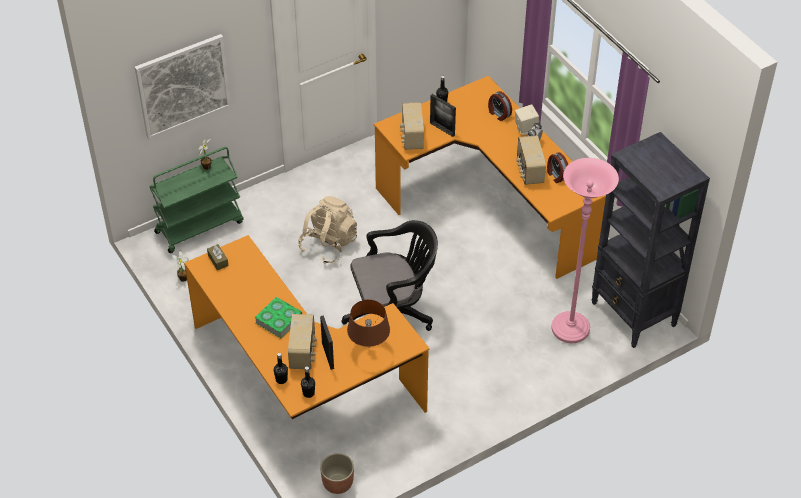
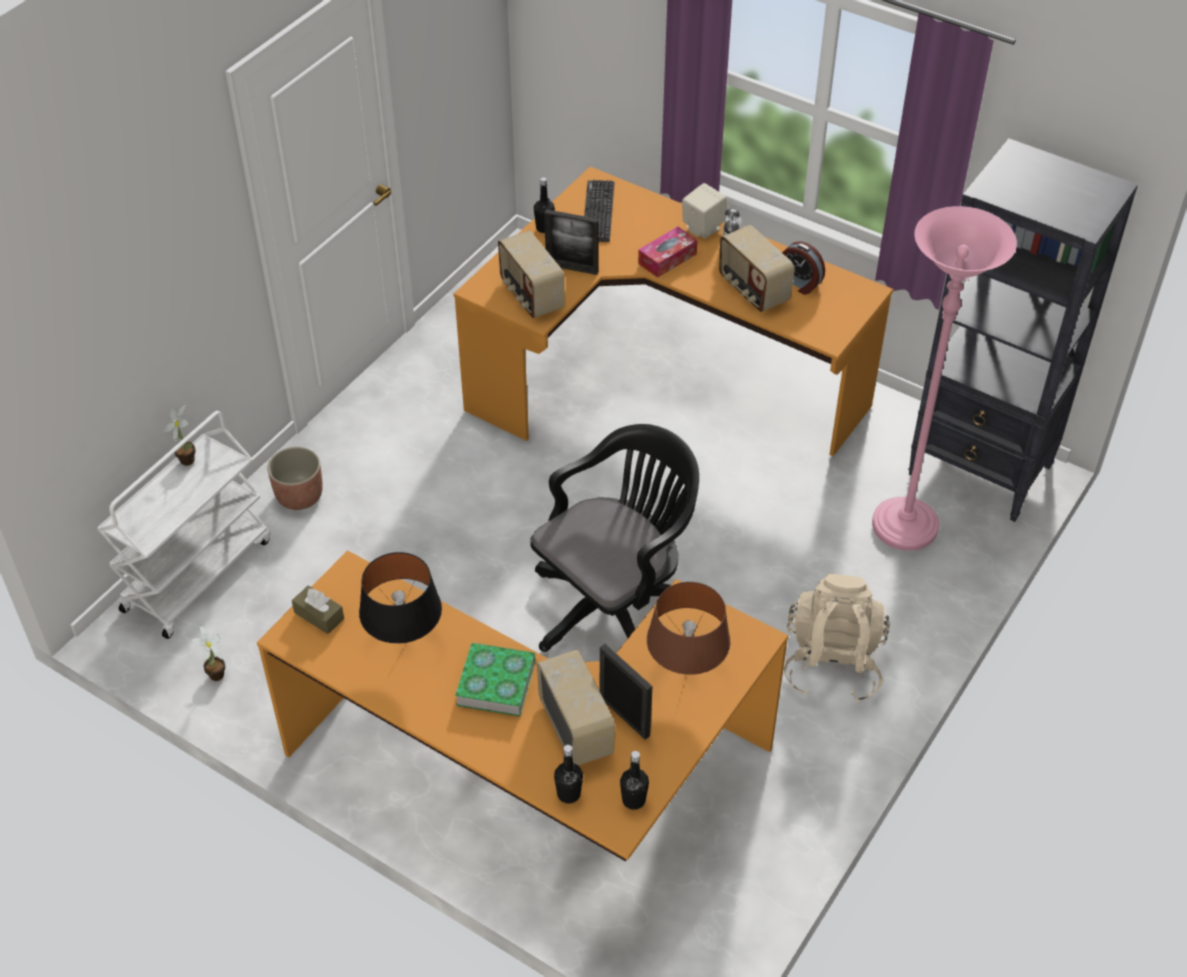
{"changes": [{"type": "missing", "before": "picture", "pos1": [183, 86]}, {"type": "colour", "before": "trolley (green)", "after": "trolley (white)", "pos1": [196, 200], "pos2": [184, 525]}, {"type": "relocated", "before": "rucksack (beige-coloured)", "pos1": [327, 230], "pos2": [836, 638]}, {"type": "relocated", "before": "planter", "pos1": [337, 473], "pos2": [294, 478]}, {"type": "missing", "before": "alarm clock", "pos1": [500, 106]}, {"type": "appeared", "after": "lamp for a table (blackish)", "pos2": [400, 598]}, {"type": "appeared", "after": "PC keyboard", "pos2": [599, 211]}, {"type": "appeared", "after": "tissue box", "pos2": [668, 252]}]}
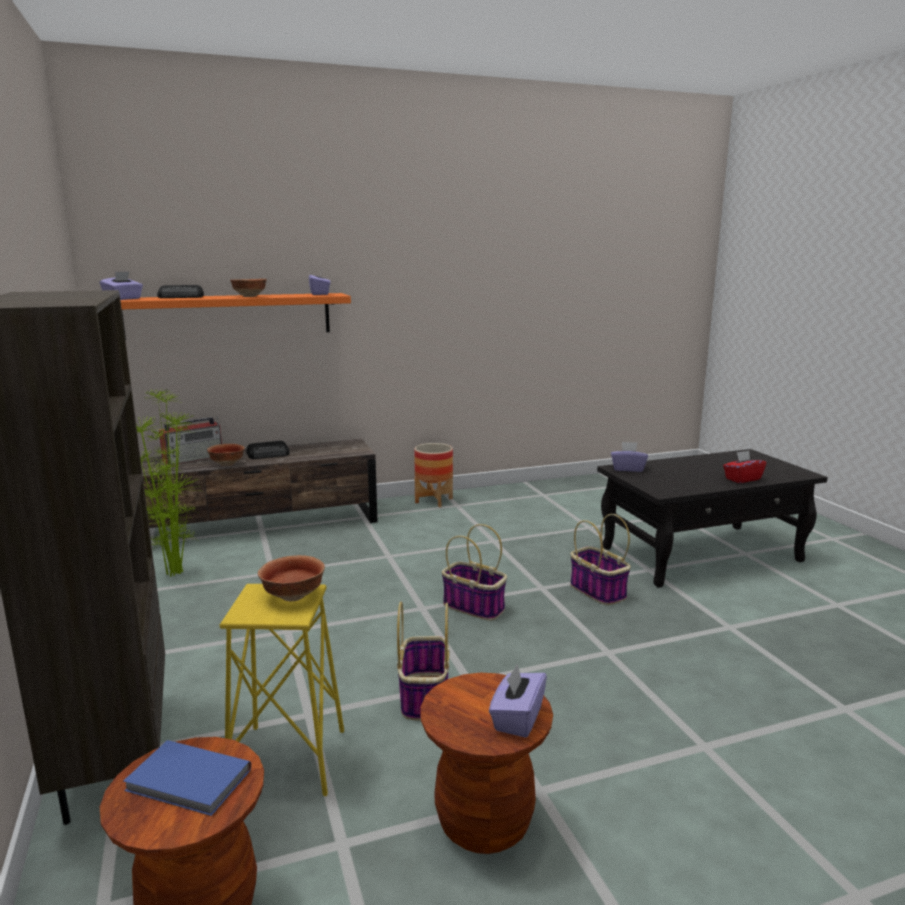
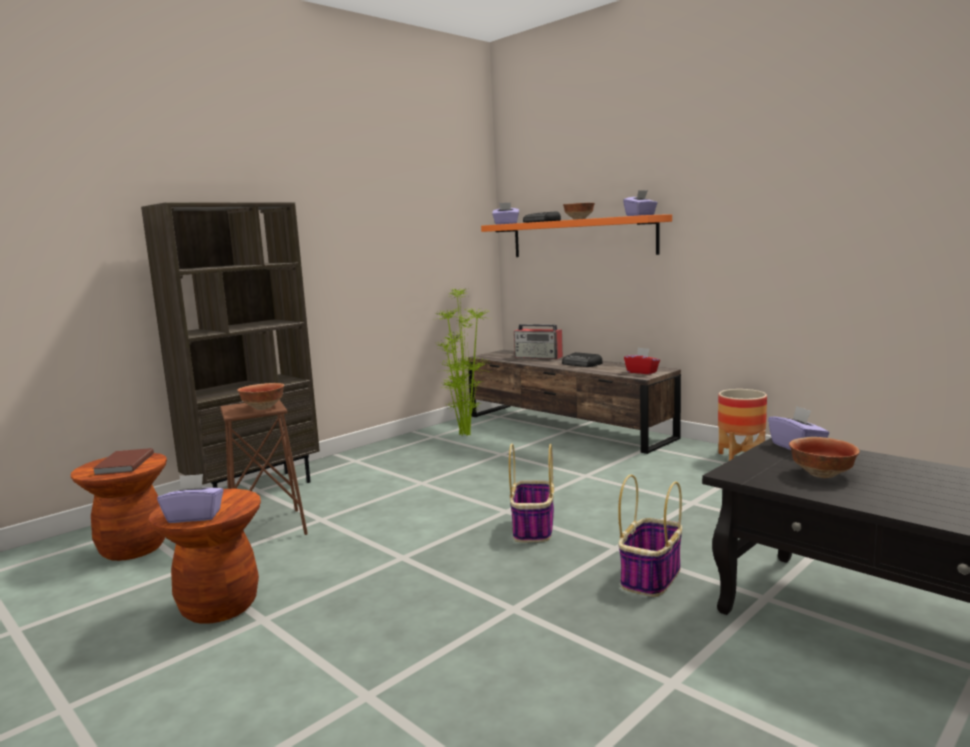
{"changes": [{"type": "colour", "before": "book (blue)", "after": "book (brown-coloured)", "pos1": [187, 778], "pos2": [123, 461]}, {"type": "relocated", "before": "serving bowl", "pos1": [226, 455], "pos2": [824, 457]}, {"type": "colour", "before": "stool seat (yellow-coloured)", "after": "stool seat (brown-coloured)", "pos1": [282, 690], "pos2": [264, 467]}, {"type": "missing", "before": "household basket", "pos1": [423, 661]}, {"type": "relocated", "before": "tissue box (reddish)", "pos1": [744, 467], "pos2": [642, 361]}]}
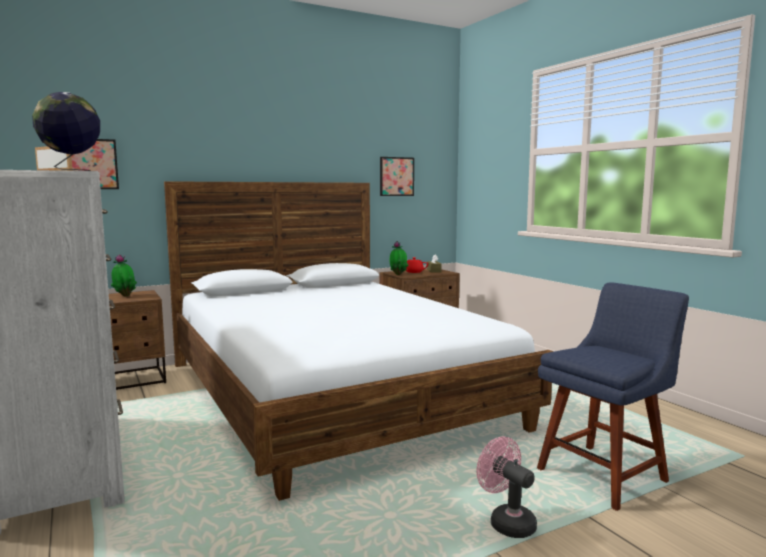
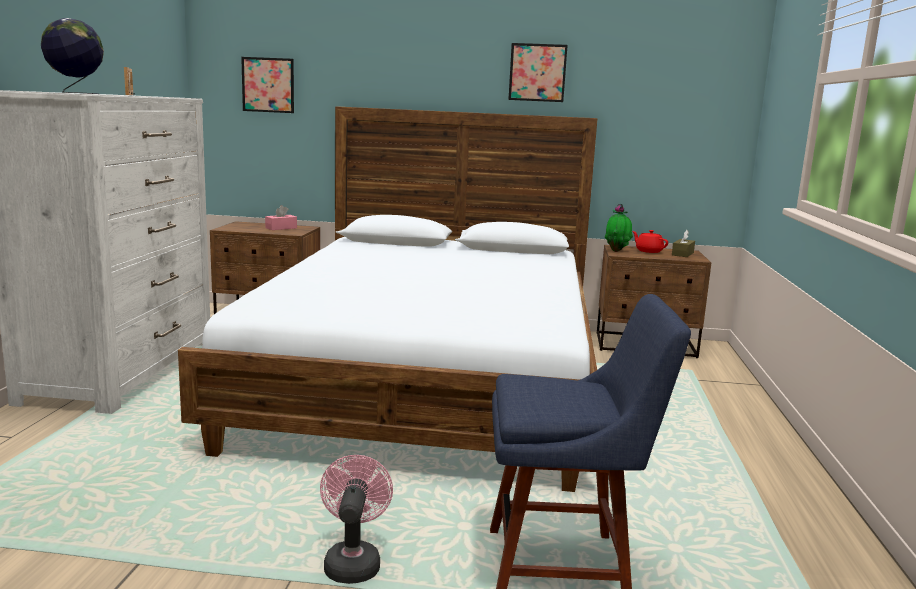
{"changes": [{"type": "exchanged", "before": "houseplant", "after": "tissue box (pink-coloured)", "pos1": [124, 275], "pos2": [281, 217]}, {"type": "relocated", "before": "picture", "pos1": [397, 176], "pos2": [538, 72]}]}
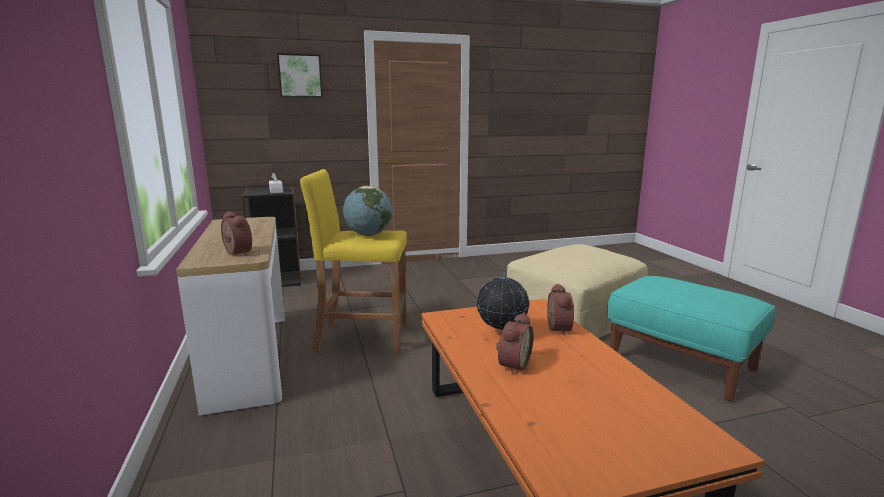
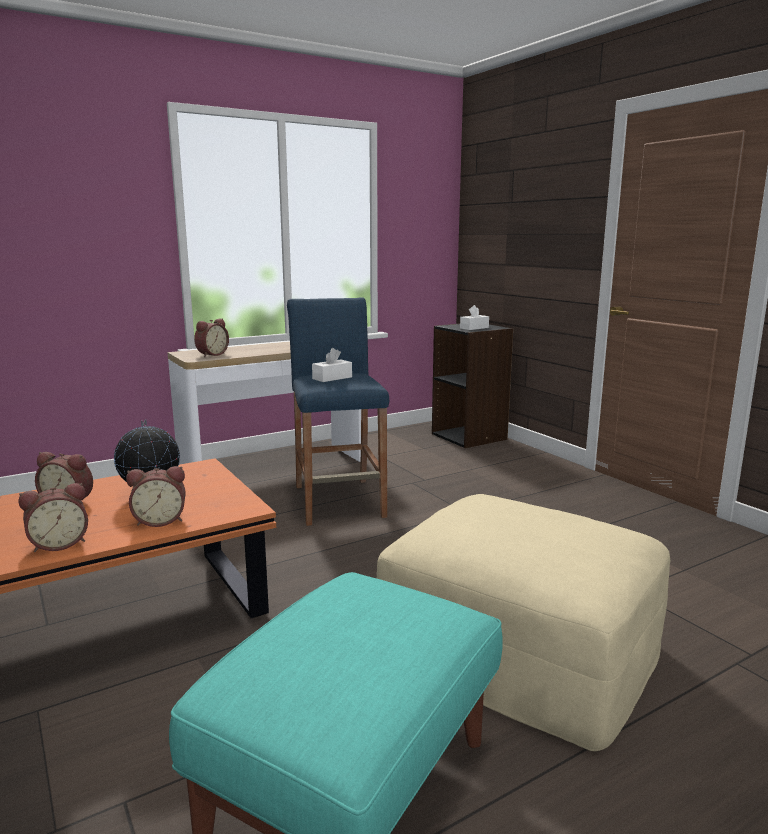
{"changes": [{"type": "missing", "before": "picture", "pos1": [300, 75]}, {"type": "colour", "before": "stool seat (yellow-coloured)", "after": "stool seat (blue)", "pos1": [353, 261], "pos2": [338, 411]}, {"type": "exchanged", "before": "desk globe", "after": "tissue box (white)", "pos1": [368, 211], "pos2": [332, 365]}, {"type": "appeared", "after": "alarm clock", "pos2": [53, 517]}]}
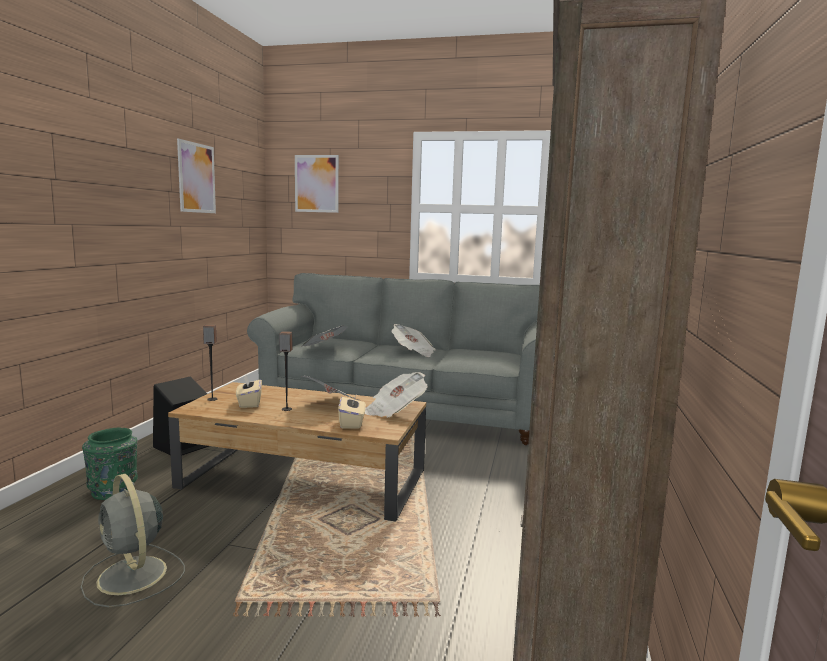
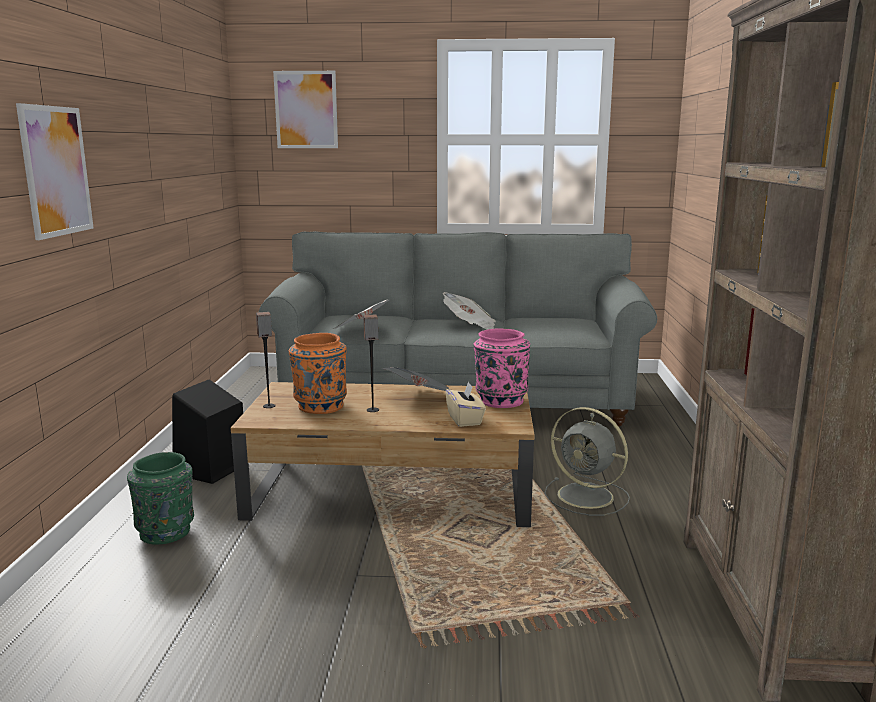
{"changes": [{"type": "relocated", "before": "fan (greyish)", "pos1": [133, 540], "pos2": [587, 461]}, {"type": "relocated", "before": "picture", "pos1": [196, 176], "pos2": [55, 171]}, {"type": "exchanged", "before": "tissue box (beige-coloured)", "after": "decorative vase (orangey)", "pos1": [249, 391], "pos2": [318, 373]}, {"type": "exchanged", "before": "daily paper", "after": "decorative vase (pink-coloured)", "pos1": [396, 395], "pos2": [502, 368]}]}
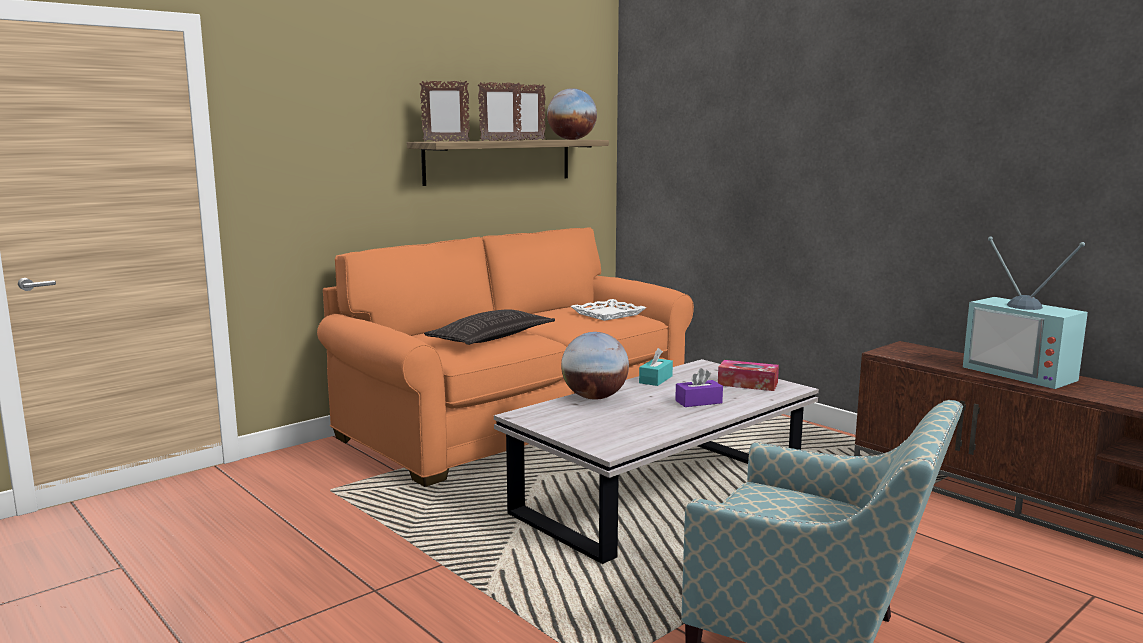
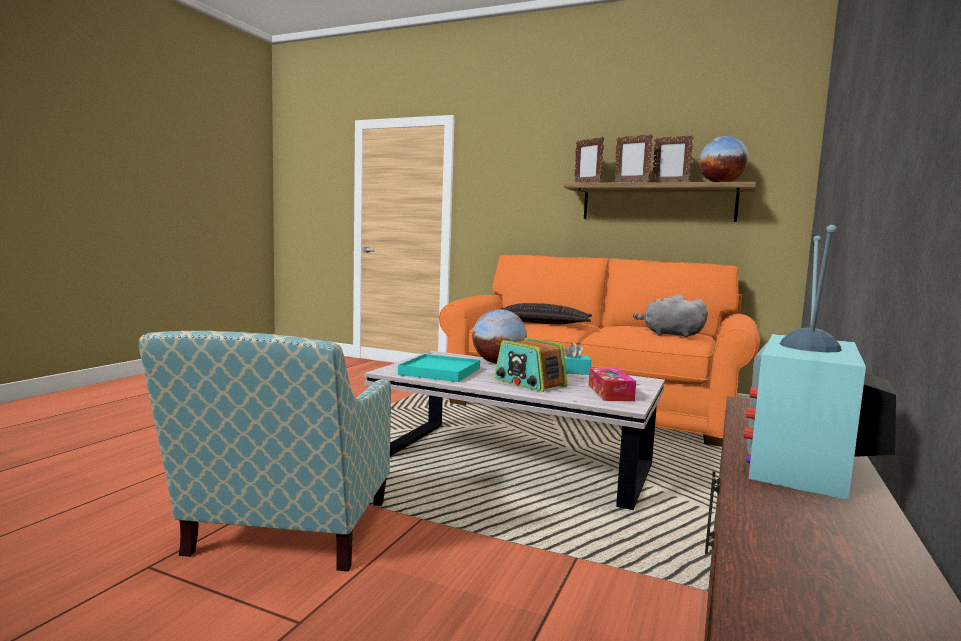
{"changes": [{"type": "exchanged", "before": "tray (white)", "after": "plush toy (greyish)", "pos1": [608, 310], "pos2": [670, 316]}, {"type": "exchanged", "before": "tissue box (purple-coloured)", "after": "radio", "pos1": [699, 387], "pos2": [530, 364]}, {"type": "appeared", "after": "tray (turquoise)", "pos2": [439, 368]}]}
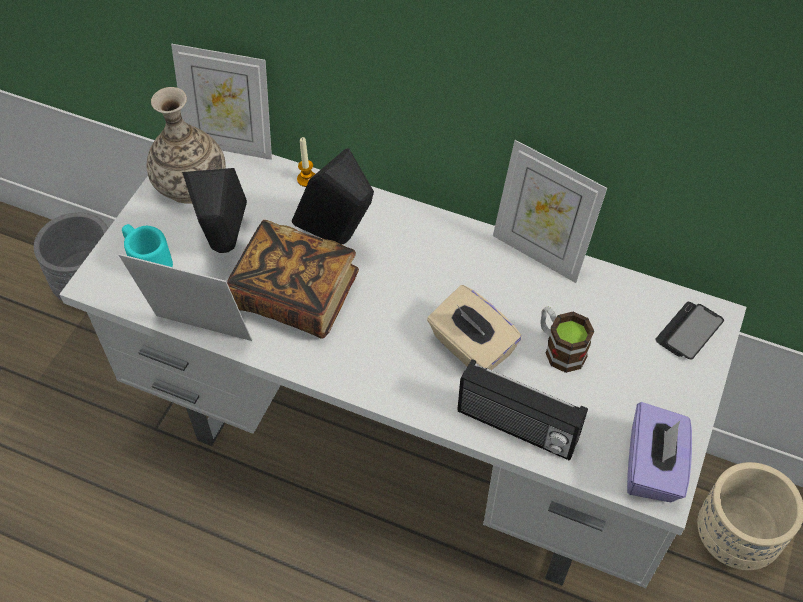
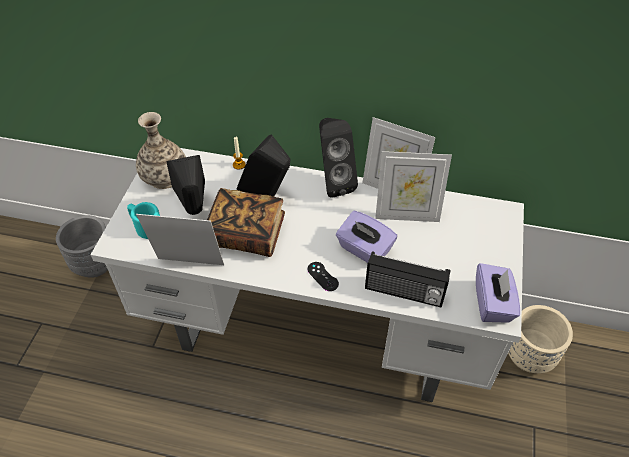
{"changes": [{"type": "relocated", "before": "photo frame", "pos1": [221, 102], "pos2": [413, 186]}, {"type": "colour", "before": "tissue box (beige-coloured)", "after": "tissue box (purple-coloured)", "pos1": [474, 327], "pos2": [366, 237]}, {"type": "missing", "before": "coffee mug", "pos1": [567, 339]}, {"type": "missing", "before": "telephone", "pos1": [689, 330]}, {"type": "appeared", "after": "gamepad (blackish)", "pos2": [323, 276]}, {"type": "appeared", "after": "loudspeaker (blackish)", "pos2": [338, 158]}]}
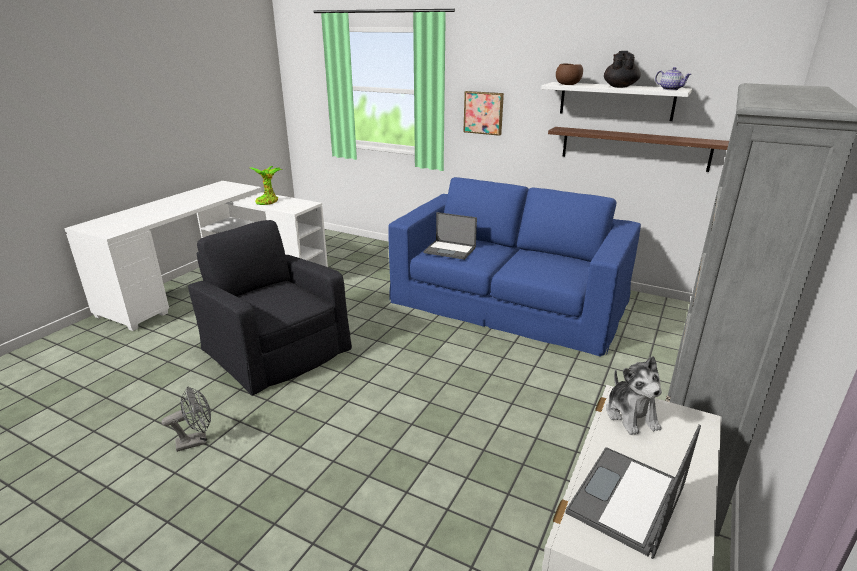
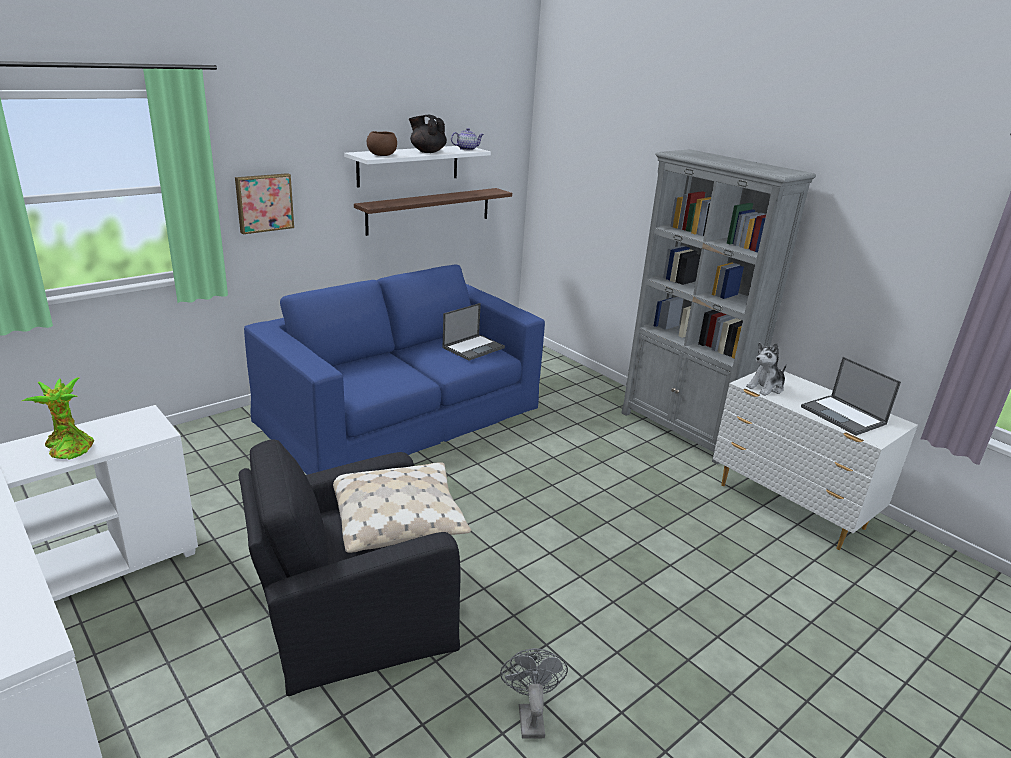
{"changes": [{"type": "relocated", "before": "portable computer", "pos1": [450, 236], "pos2": [474, 332]}, {"type": "spun", "before": "plush toy", "pos1": [634, 395], "pos2": [766, 369], "turn": 135}, {"type": "appeared", "after": "throw pillow (beige-coloured)", "pos2": [402, 507]}]}
